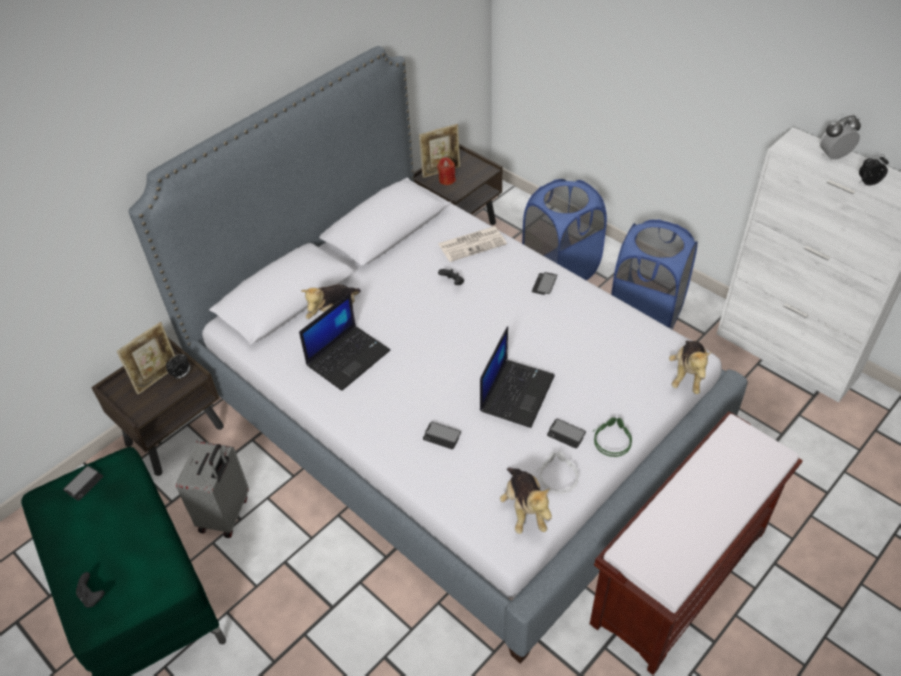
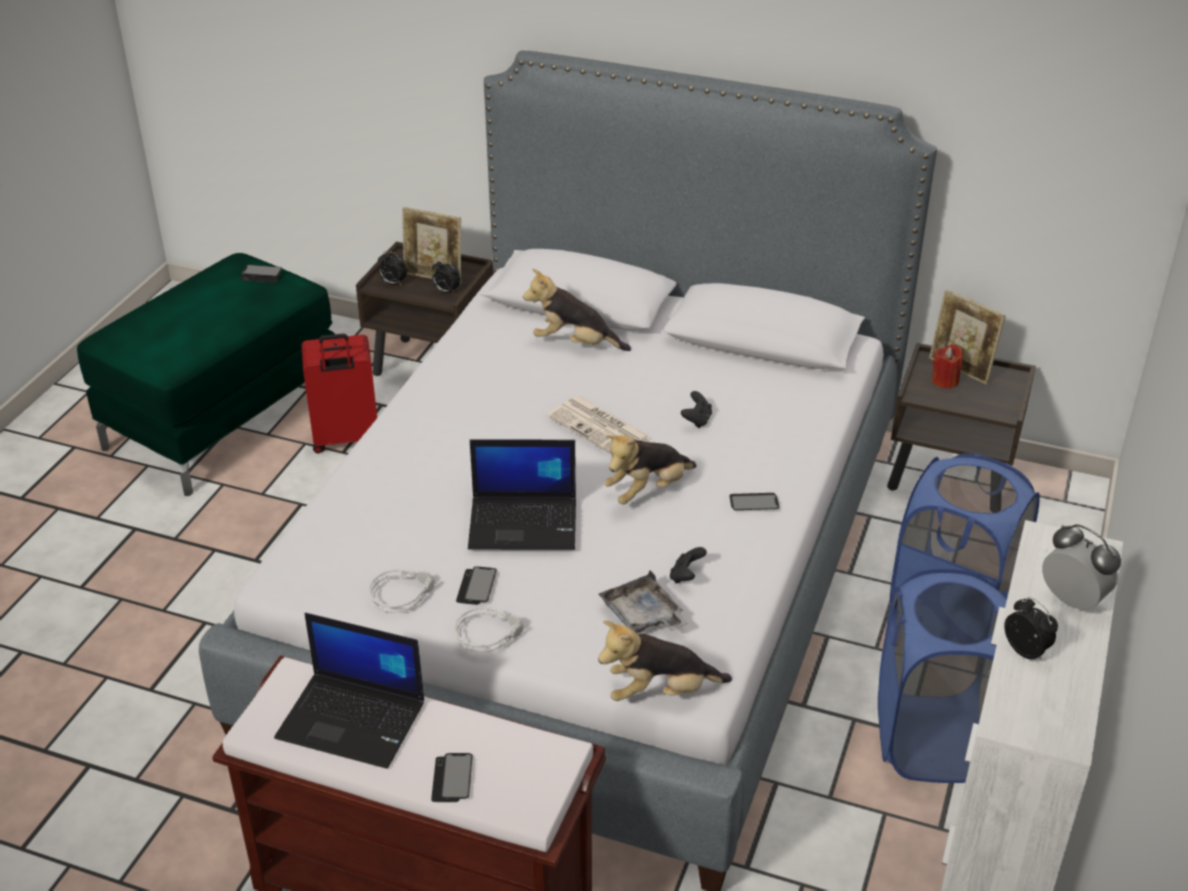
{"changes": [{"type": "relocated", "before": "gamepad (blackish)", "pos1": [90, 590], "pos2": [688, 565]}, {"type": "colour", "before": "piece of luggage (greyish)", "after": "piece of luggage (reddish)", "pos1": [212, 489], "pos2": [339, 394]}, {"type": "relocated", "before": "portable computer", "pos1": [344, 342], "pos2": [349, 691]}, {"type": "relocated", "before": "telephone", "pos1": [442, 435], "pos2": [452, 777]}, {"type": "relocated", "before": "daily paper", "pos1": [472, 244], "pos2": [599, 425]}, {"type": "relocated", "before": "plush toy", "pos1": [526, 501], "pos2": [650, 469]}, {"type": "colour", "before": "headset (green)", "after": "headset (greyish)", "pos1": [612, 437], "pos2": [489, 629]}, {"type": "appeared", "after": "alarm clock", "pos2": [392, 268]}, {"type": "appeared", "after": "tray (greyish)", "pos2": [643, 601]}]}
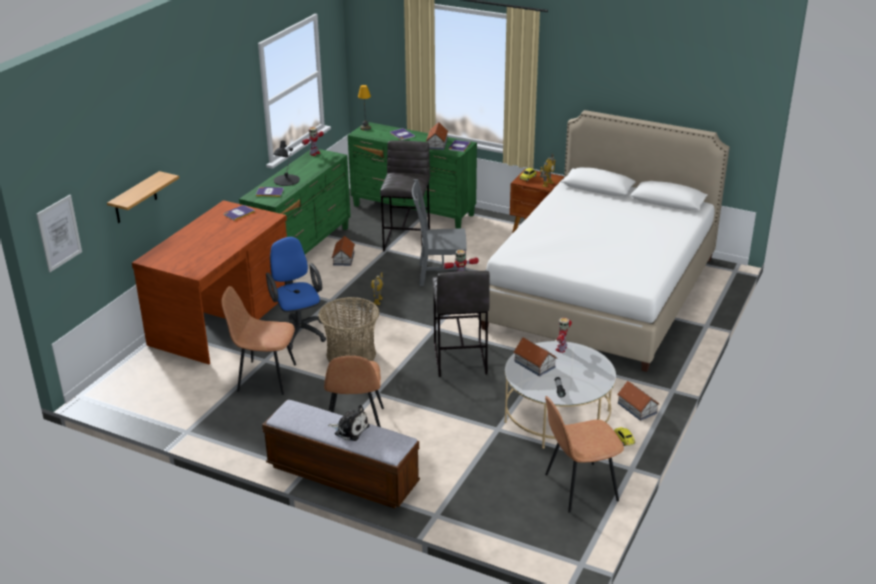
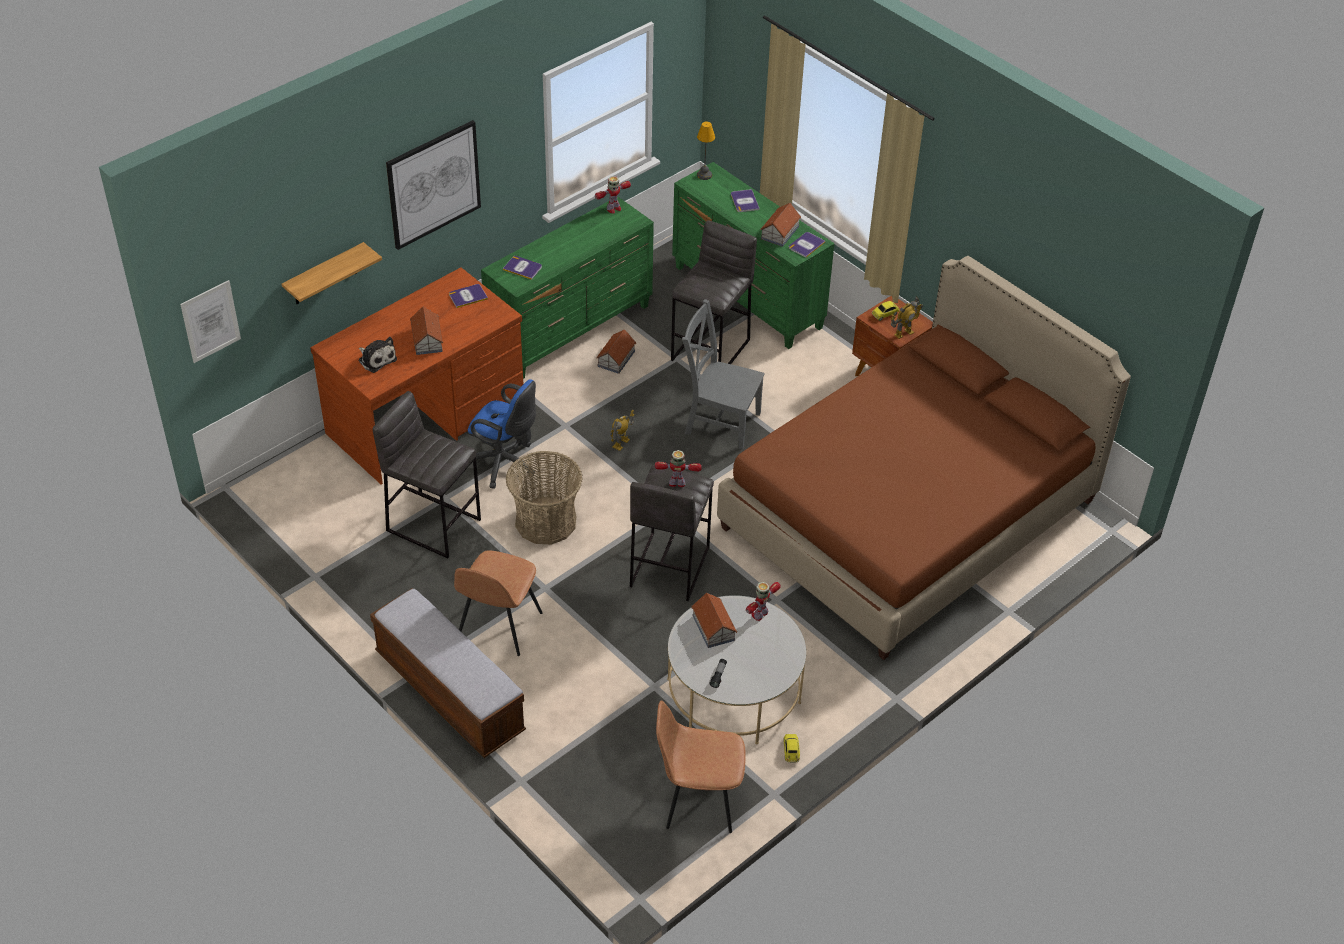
{"changes": [{"type": "exchanged", "before": "chair (brown-coloured)", "after": "stool seat (greyish)", "pos1": [258, 340], "pos2": [426, 474]}, {"type": "spun", "before": "desk chair (blue)", "pos1": [296, 293], "pos2": [502, 434], "turn": 120}, {"type": "missing", "before": "lamp for a table (blackish)", "pos1": [286, 163]}, {"type": "relocated", "before": "plush toy", "pos1": [349, 423], "pos2": [378, 355]}, {"type": "colour", "before": "sleeping bed (white)", "after": "sleeping bed (brown-coloured)", "pos1": [604, 241], "pos2": [924, 458]}, {"type": "relocated", "before": "toy house", "pos1": [639, 401], "pos2": [426, 331]}, {"type": "appeared", "after": "picture", "pos2": [433, 185]}]}
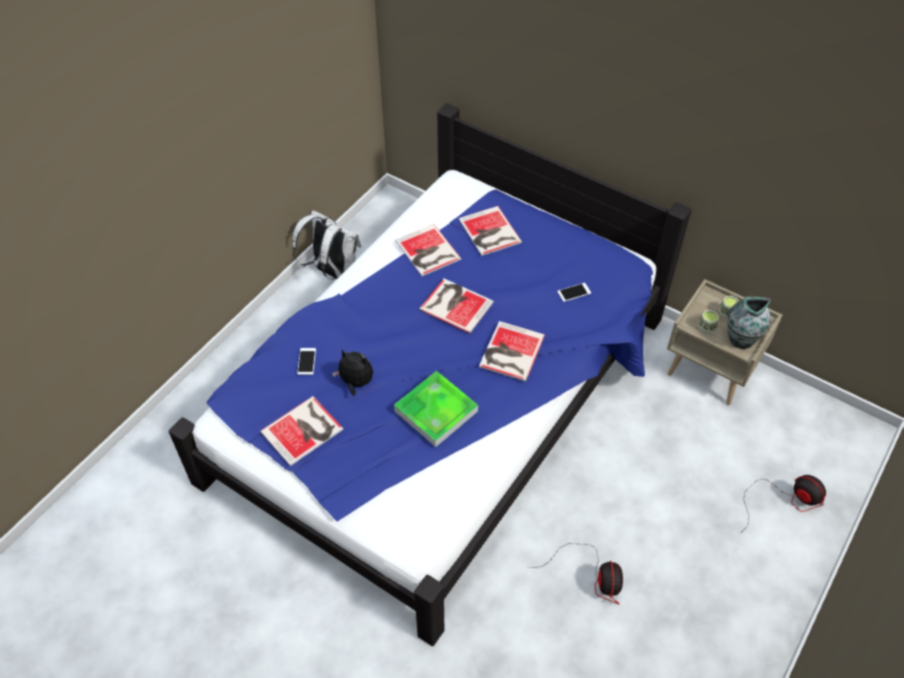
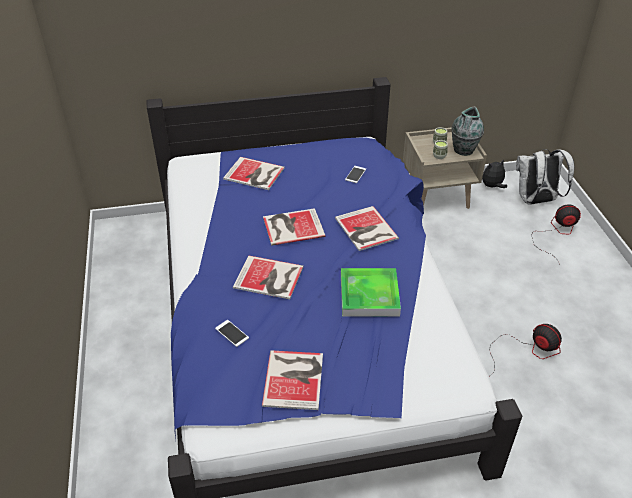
{"changes": [{"type": "relocated", "before": "rucksack (white)", "pos1": [326, 245], "pos2": [545, 177]}, {"type": "relocated", "before": "plush toy", "pos1": [352, 373], "pos2": [494, 173]}, {"type": "relocated", "before": "book", "pos1": [428, 250], "pos2": [268, 277]}]}
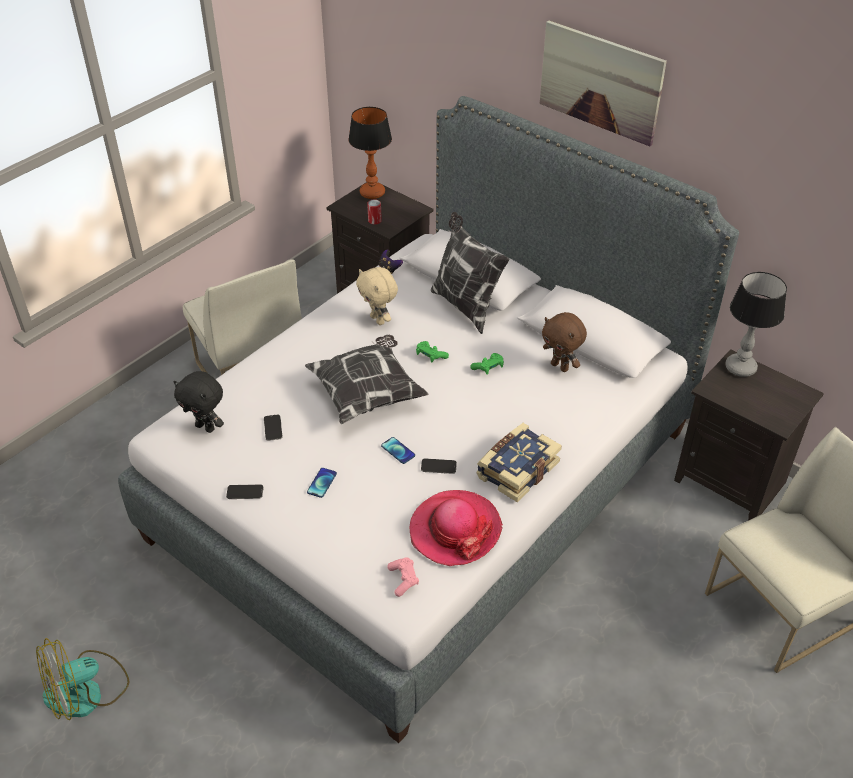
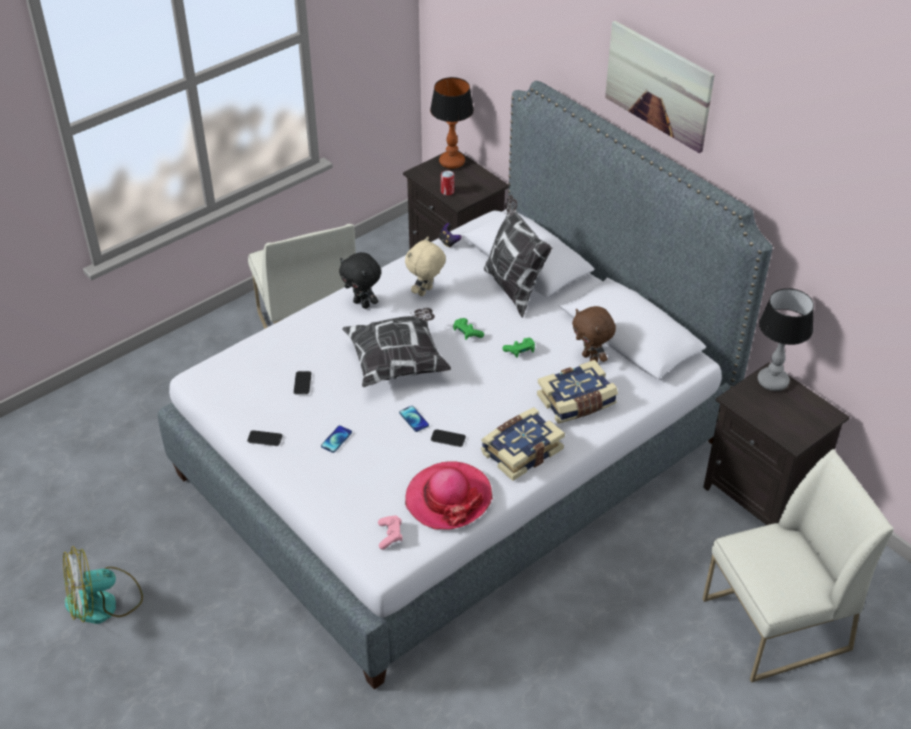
{"changes": [{"type": "relocated", "before": "plush toy (blackish)", "pos1": [199, 402], "pos2": [360, 280]}, {"type": "spun", "before": "plush toy (beige-coloured)", "pos1": [377, 296], "pos2": [425, 267], "turn": 60}, {"type": "appeared", "after": "book", "pos2": [577, 392]}]}
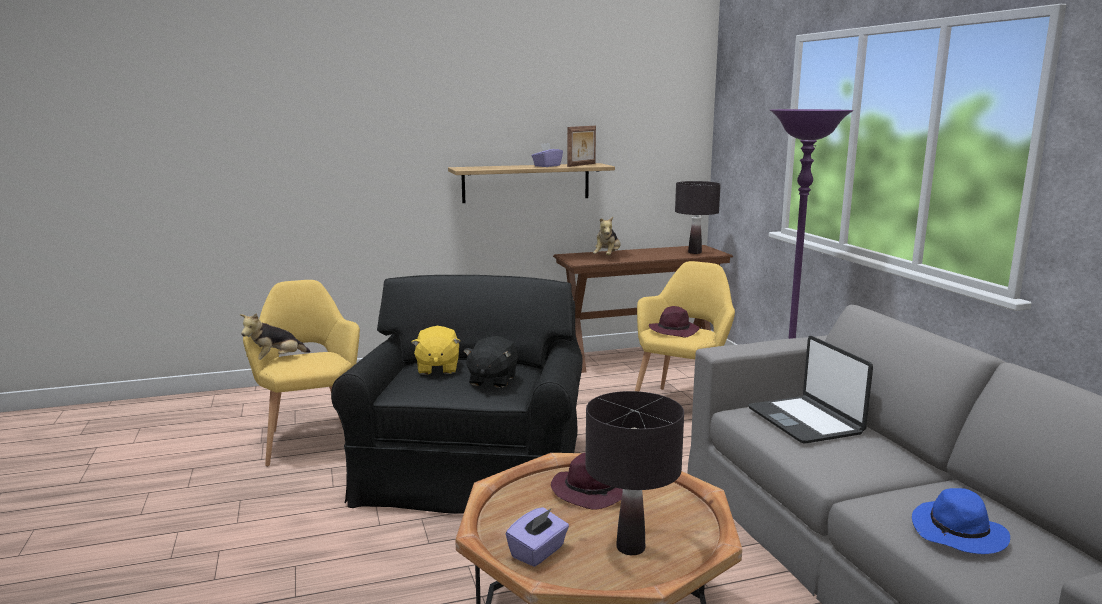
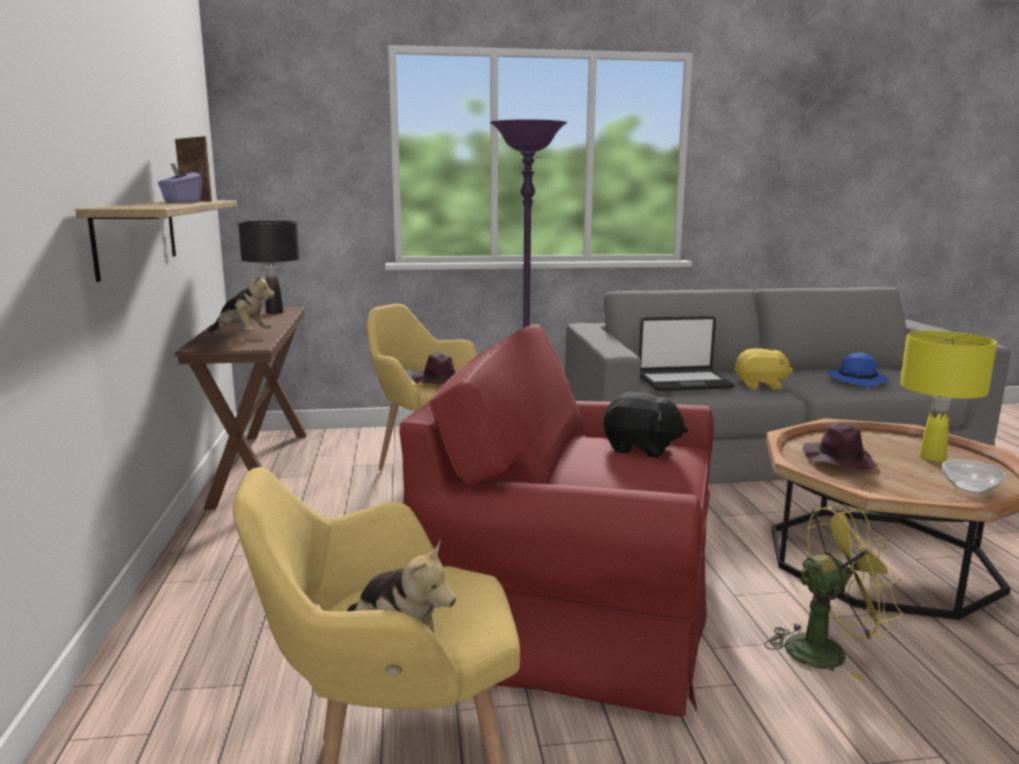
{"changes": [{"type": "colour", "before": "lounge chair (blackish)", "after": "lounge chair (reddish)", "pos1": [456, 394], "pos2": [556, 520]}, {"type": "relocated", "before": "plush toy (yellow-coloured)", "pos1": [435, 350], "pos2": [763, 369]}, {"type": "exchanged", "before": "tissue box (purple-coloured)", "after": "serving bowl", "pos1": [537, 537], "pos2": [974, 476]}, {"type": "colour", "before": "lamp for a table (blackish)", "after": "lamp for a table (yellow-coloured)", "pos1": [634, 473], "pos2": [948, 396]}, {"type": "appeared", "after": "fan (yellow-coloured)", "pos2": [833, 593]}]}
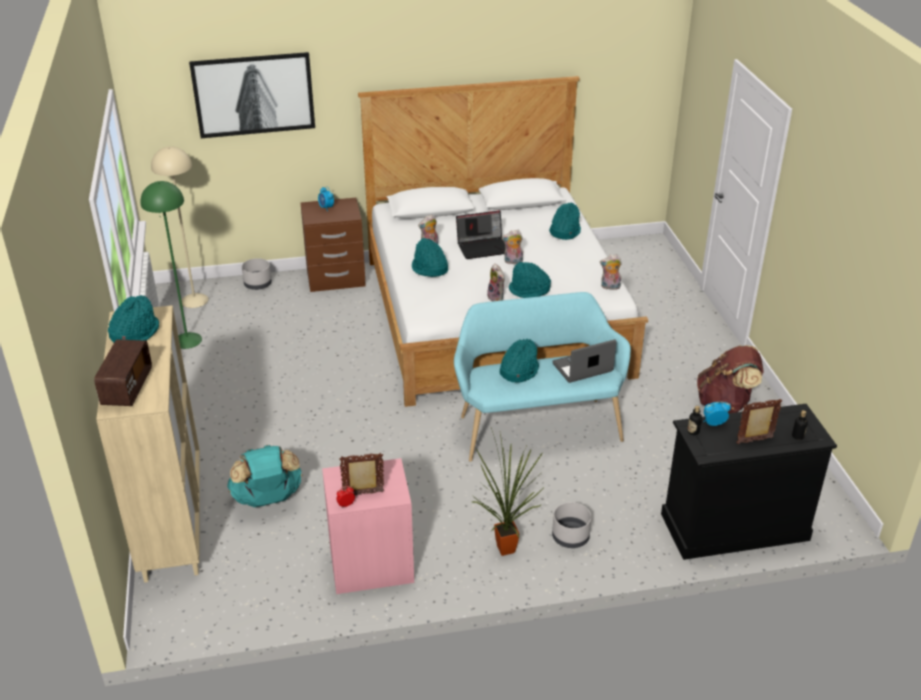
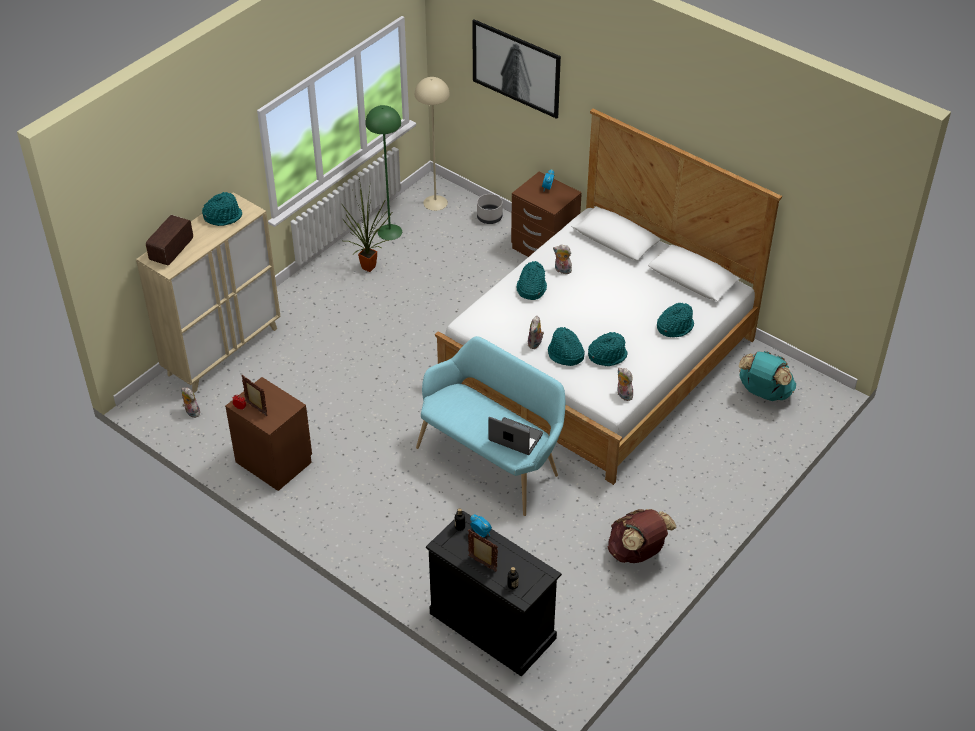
{"changes": [{"type": "spun", "before": "radio", "pos1": [123, 372], "pos2": [169, 240], "turn": 150}, {"type": "relocated", "before": "rucksack (turquoise)", "pos1": [264, 476], "pos2": [767, 376]}, {"type": "colour", "before": "night table (pink-coloured)", "after": "night table (brown-coloured)", "pos1": [368, 526], "pos2": [268, 434]}, {"type": "missing", "before": "portable computer", "pos1": [480, 234]}, {"type": "relocated", "before": "houseplant", "pos1": [507, 492], "pos2": [367, 225]}, {"type": "relocated", "before": "wearable hat (turquoise)", "pos1": [519, 361], "pos2": [608, 349]}, {"type": "relocated", "before": "plush toy", "pos1": [512, 247], "pos2": [191, 402]}, {"type": "missing", "before": "planter (greyish)", "pos1": [572, 525]}]}
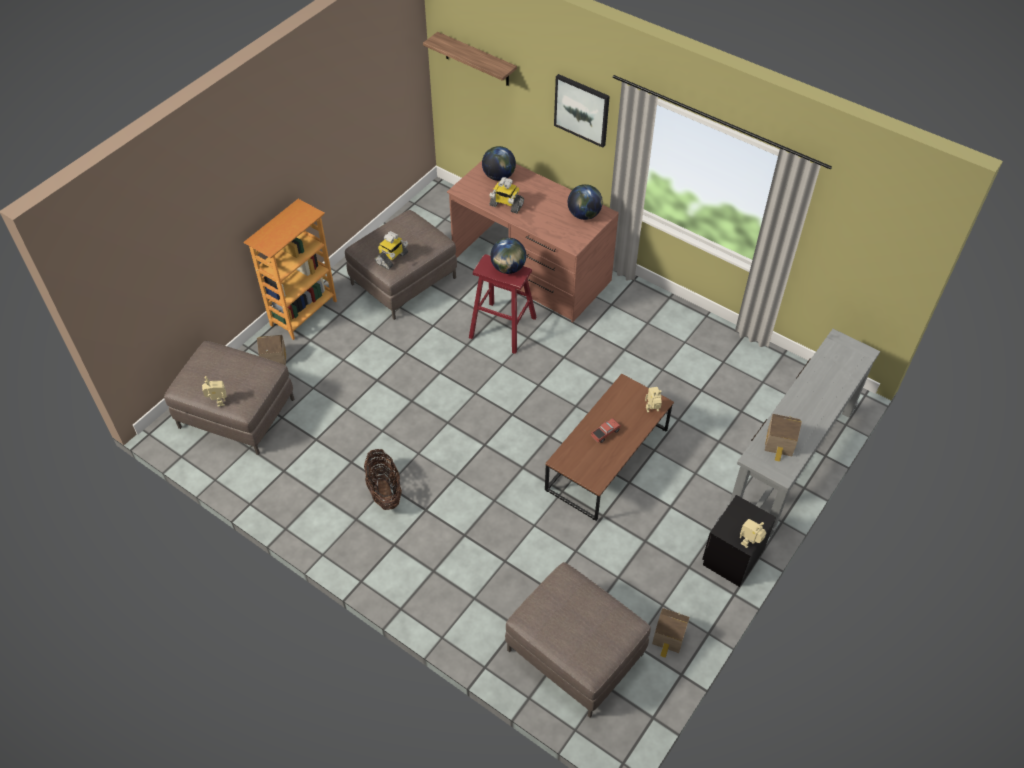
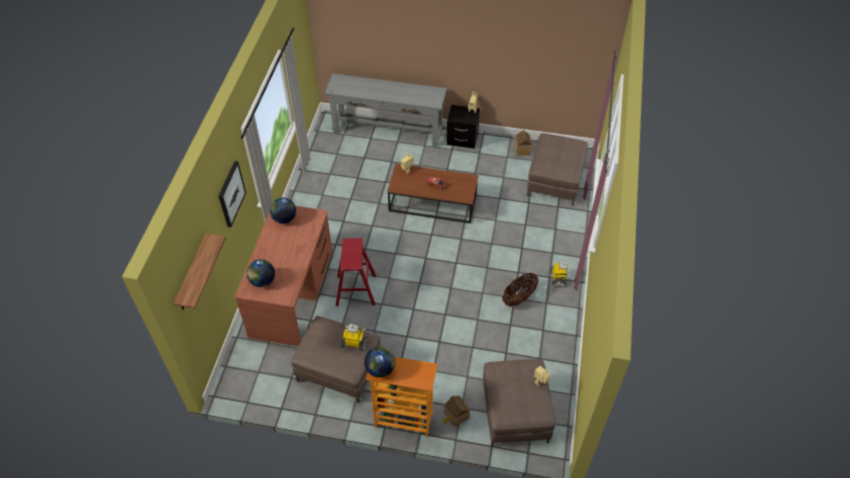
{"changes": [{"type": "relocated", "before": "model robot", "pos1": [506, 195], "pos2": [560, 274]}, {"type": "relocated", "before": "desk globe", "pos1": [508, 256], "pos2": [379, 362]}, {"type": "missing", "before": "toy house", "pos1": [783, 438]}]}
